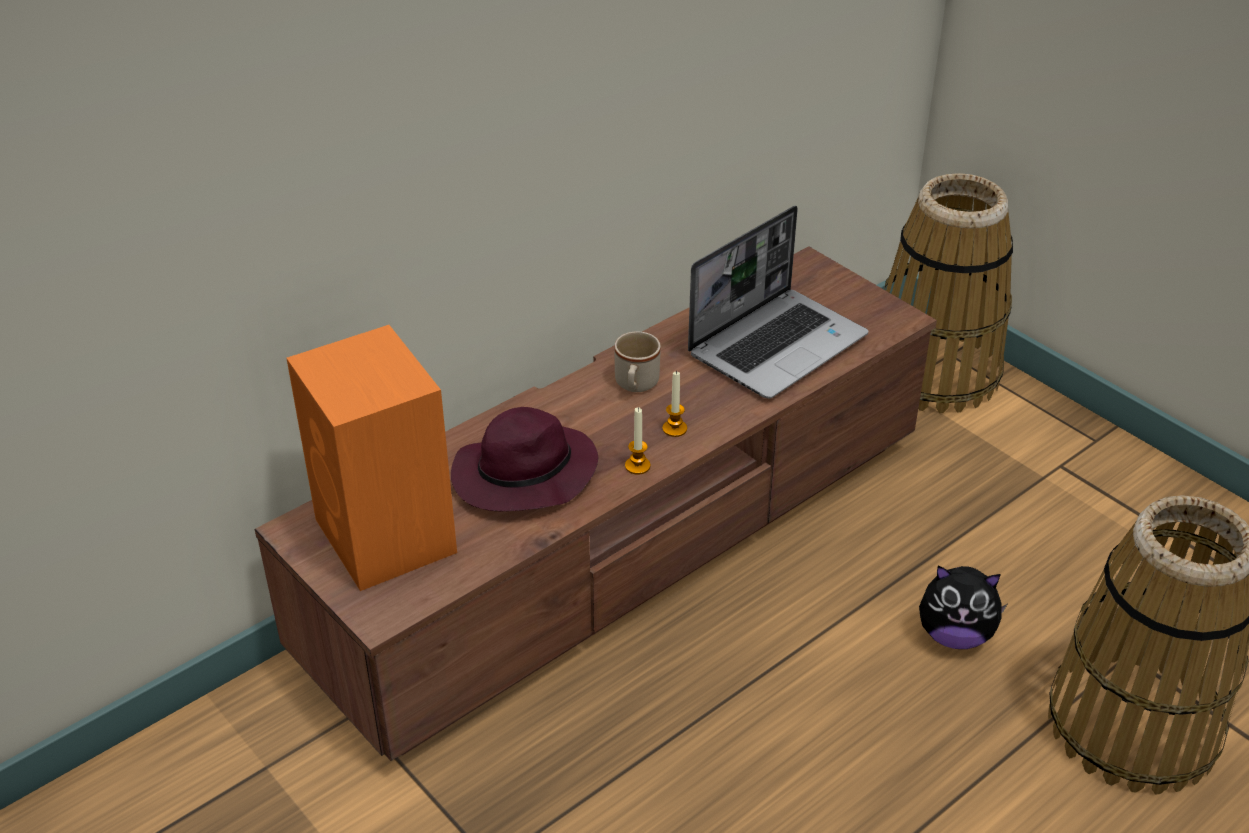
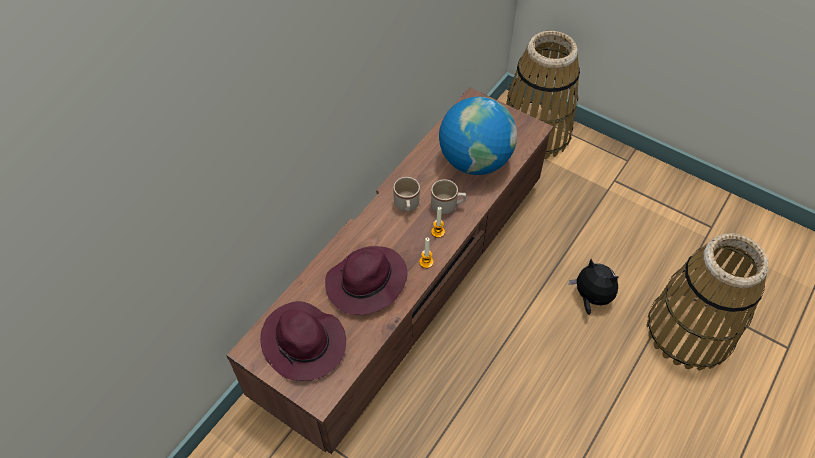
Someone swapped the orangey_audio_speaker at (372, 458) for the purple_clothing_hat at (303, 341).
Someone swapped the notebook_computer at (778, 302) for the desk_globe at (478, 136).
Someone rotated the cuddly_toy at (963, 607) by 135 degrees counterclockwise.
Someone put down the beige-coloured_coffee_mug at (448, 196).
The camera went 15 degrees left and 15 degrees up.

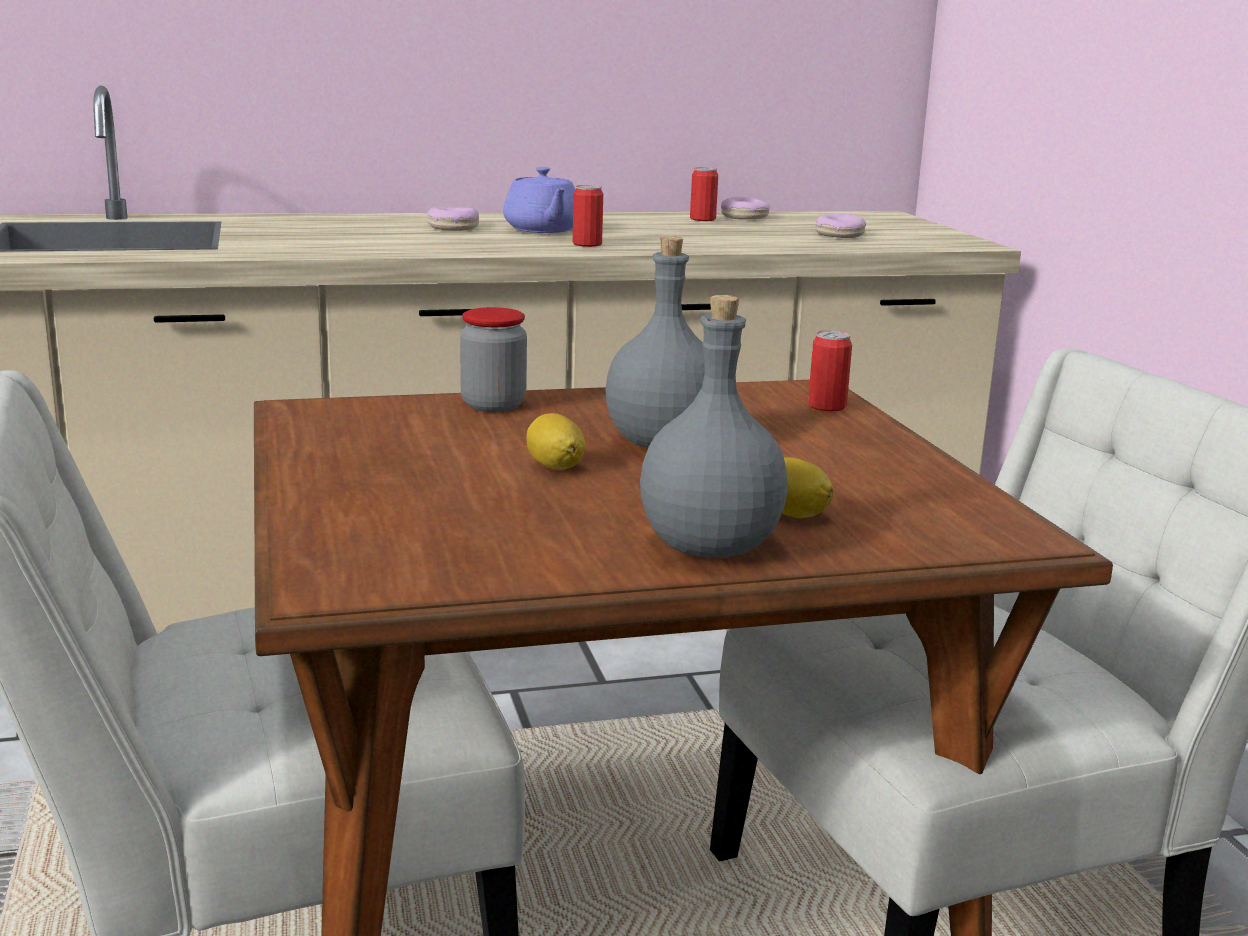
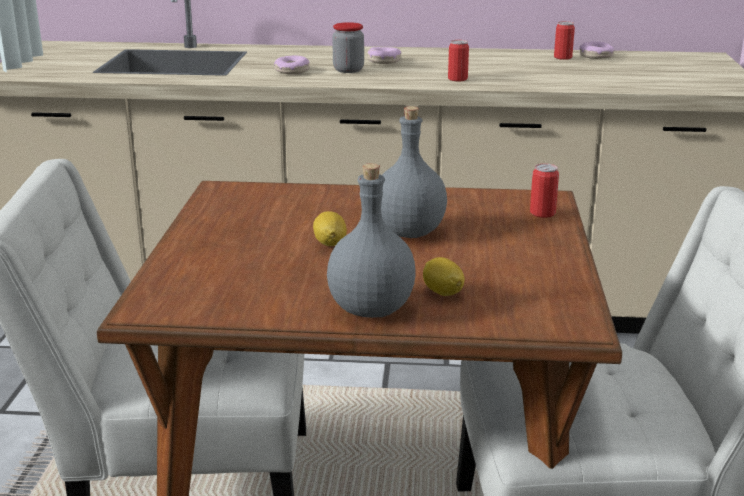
Someone carried the storage_jar from (493, 359) to (348, 47).
Someone took away the purple_tea_pot at (539, 200).
Someone carried the doughnut from (840, 226) to (292, 64).
The camera went 20 degrees right and 5 degrees up.

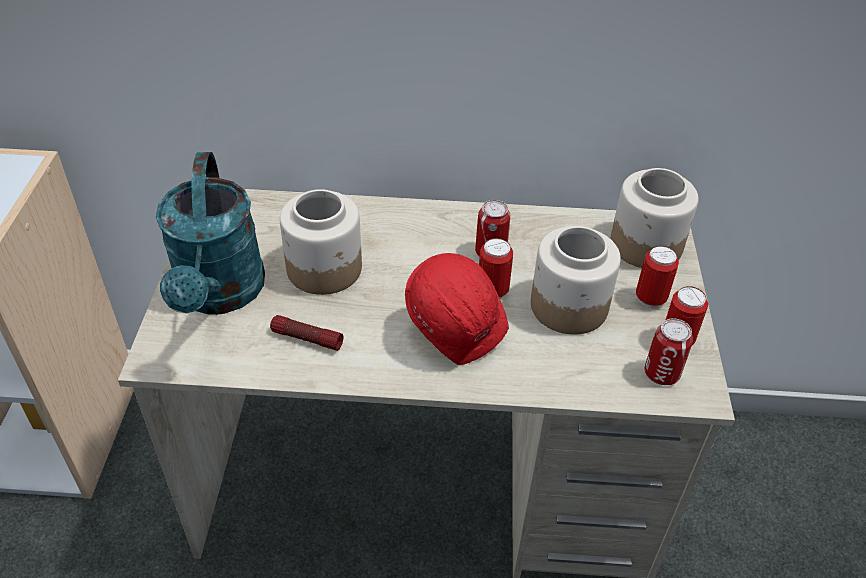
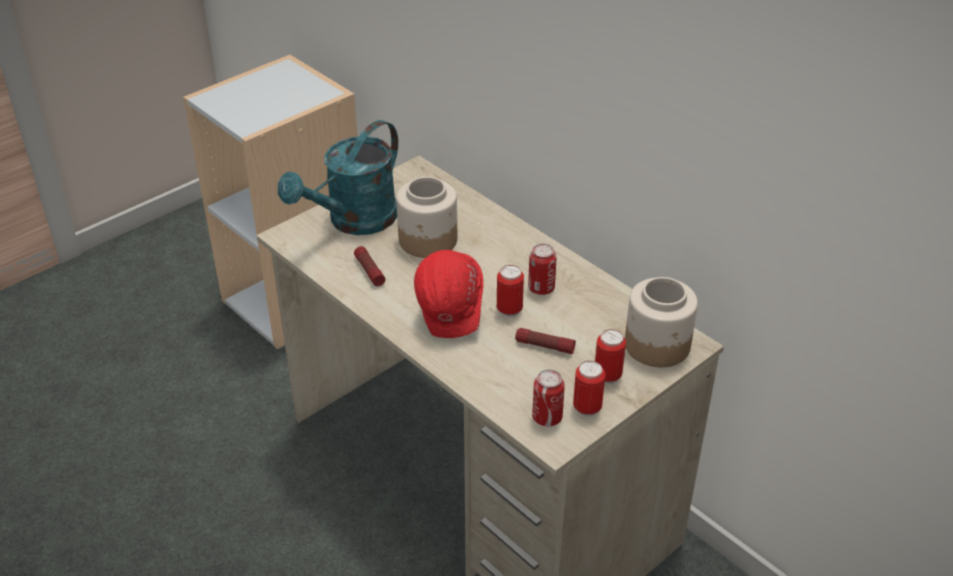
Someone swapped the storage_jar at (576, 280) for the hand_torch at (545, 341).
The camera went 45 degrees right and 5 degrees down.

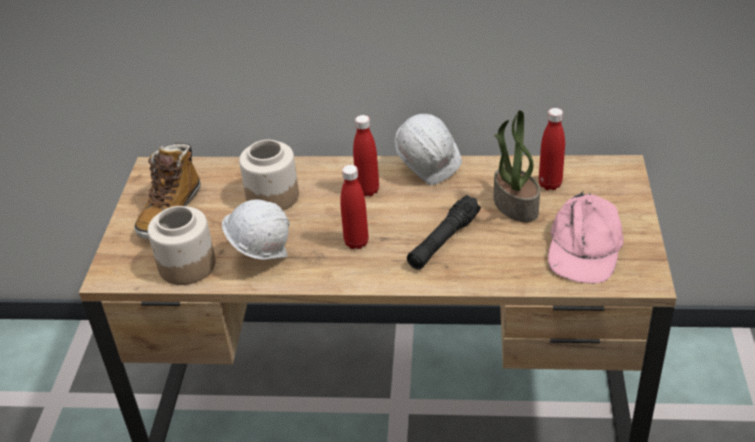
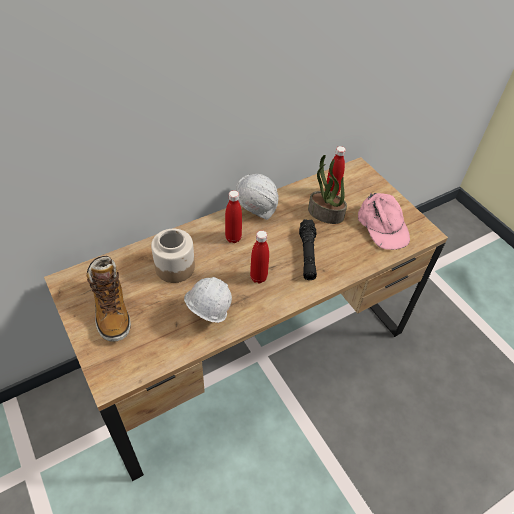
Someone took away the storage_jar at (182, 245).
The camera went 40 degrees left and 10 degrees up.

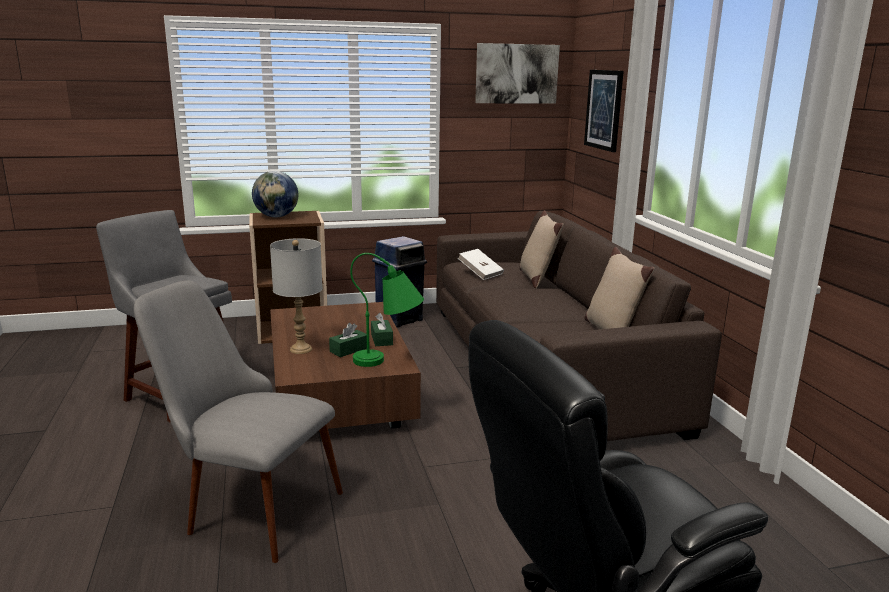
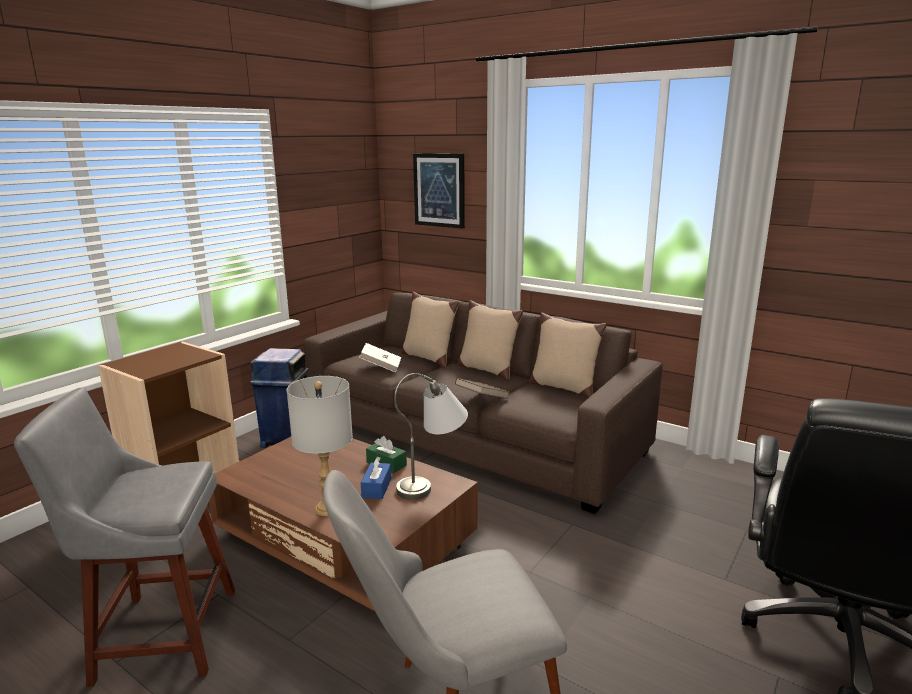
Someone took away the desk_globe at (275, 194).
Someone repainted the greenish_box_of_tissues at (348, 340), which became the blue_box_of_tissues at (376, 478).
Someone repainted the greenish_lamp_for_a_table at (387, 310), which became the greyish_lamp_for_a_table at (431, 436).
Someone took away the wall_picture at (517, 73).
Someone put down the brown-coloured_volume at (482, 388).
Someone put down the beige-coloured_pillow at (490, 340).
The camera went 40 degrees left and 0 degrees up.

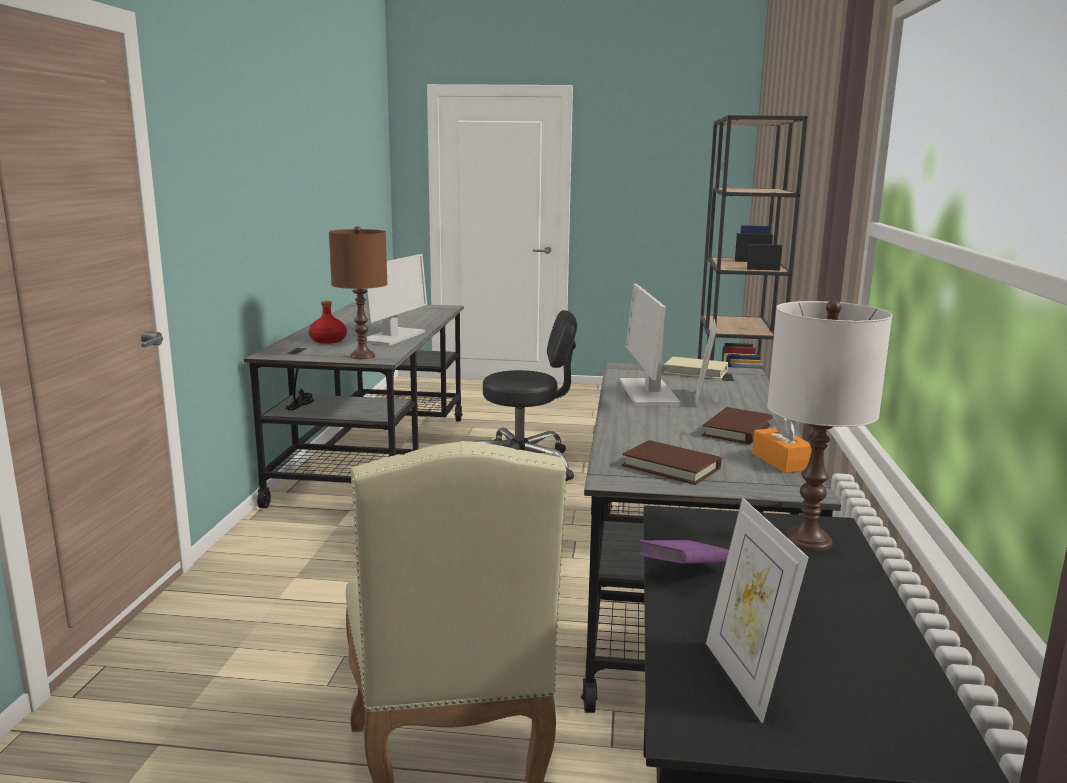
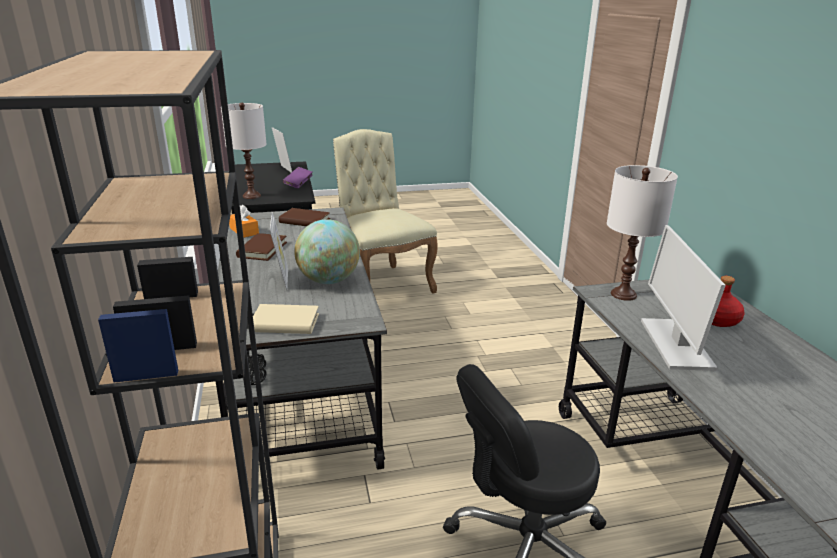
Someone repainted the brown-coloured_lamp_for_a_table at (358, 292), which became the white-coloured_lamp_for_a_table at (642, 233).
Someone swapped the monitor at (650, 345) for the desk_globe at (327, 251).
The camera went 160 degrees right and 10 degrees up.

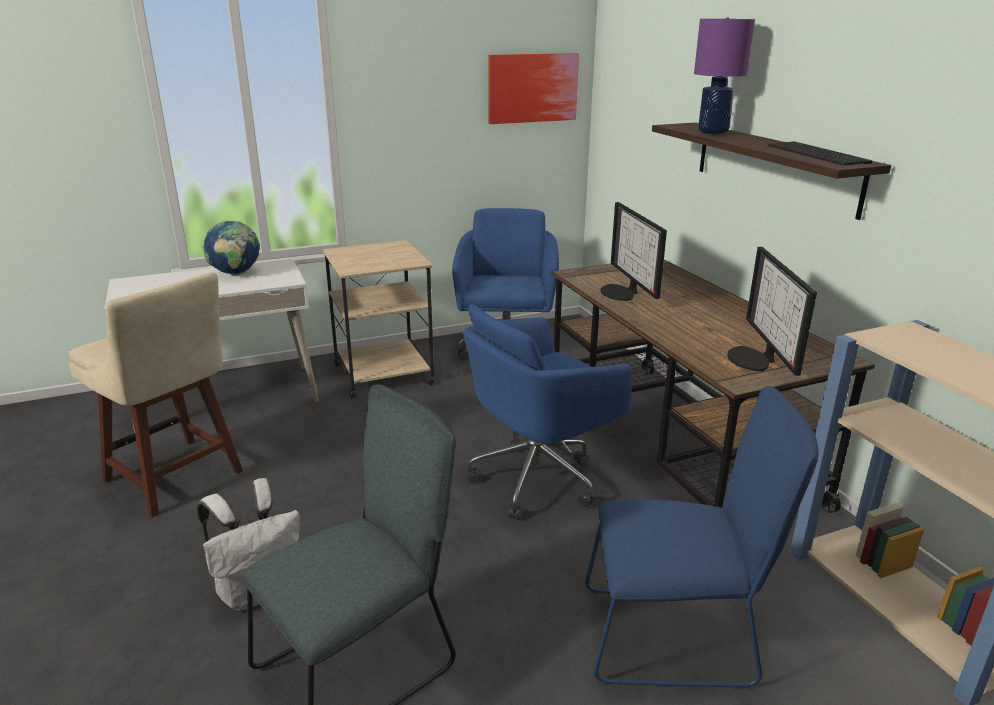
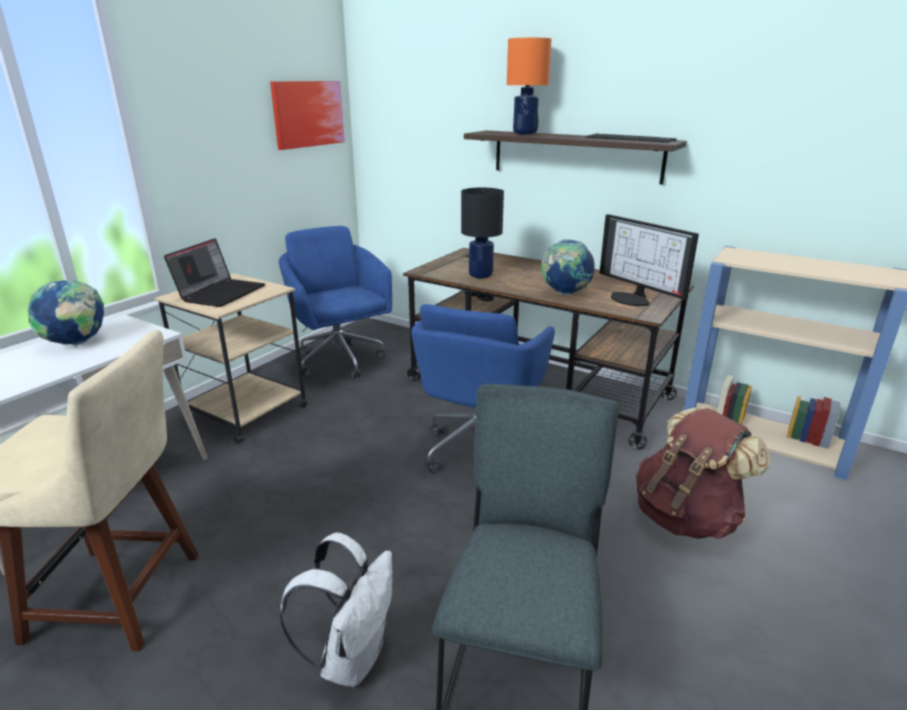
Someone swapped the blue_chair at (702, 537) for the brown-coloured_rucksack at (703, 473).
Someone swapped the monitor at (633, 251) for the black-coloured_lamp_for_a_table at (482, 233).
Someone repainted the purple_lamp_for_a_table at (724, 75), which became the orangey_lamp_for_a_table at (529, 86).
Someone put down the notebook_computer at (214, 272).
Someone put down the desk_globe at (568, 267).
The camera went 35 degrees left and 0 degrees up.

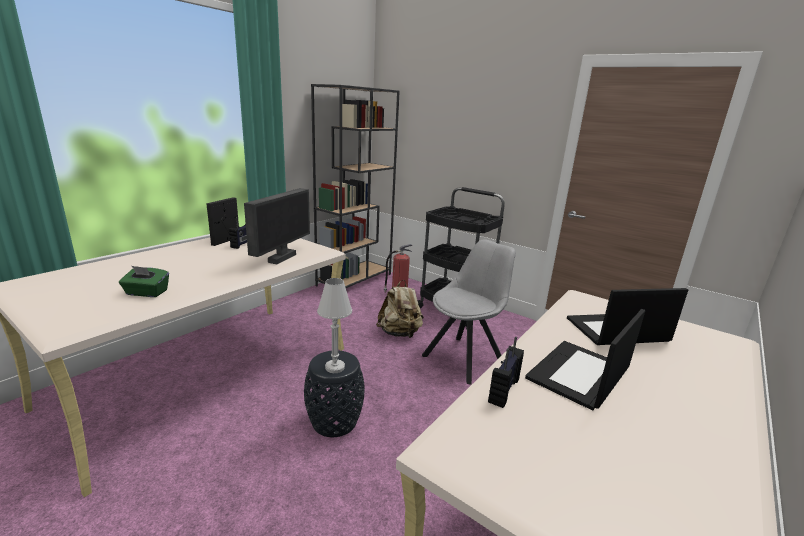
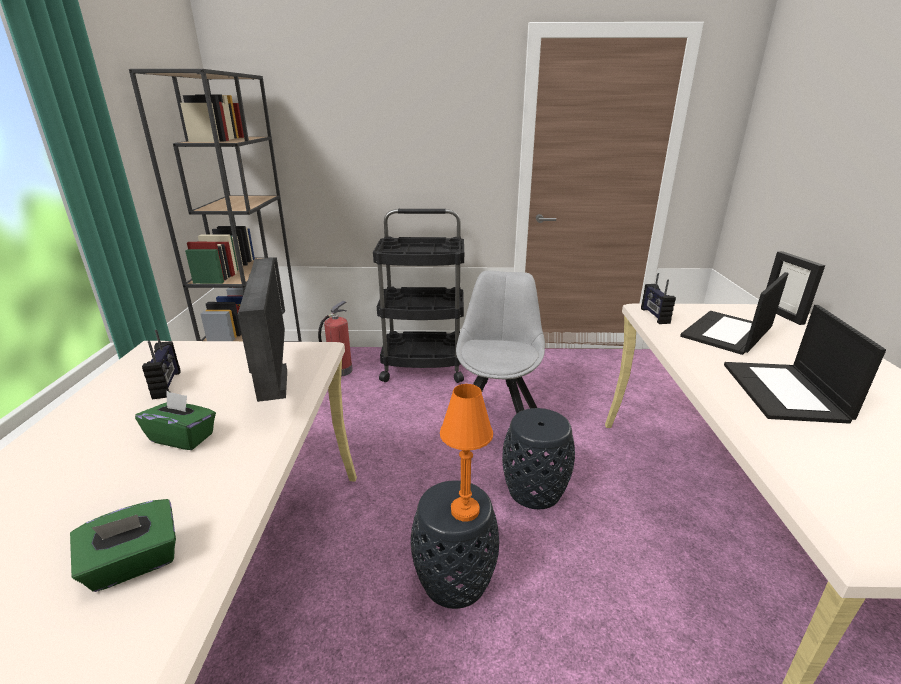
Someone carried the standing_frame from (222, 221) to (795, 288).
Someone repainted the white-coloured_lamp_for_a_table at (334, 325), which became the orangey_lamp_for_a_table at (466, 453).
Someone took away the beige-coloured_rucksack at (400, 309).
Someone carried the radio from (506, 372) to (658, 298).
Someone put down the greenish_box_of_tissues at (175, 420).
Someone put down the black-coloured_stool at (538, 458).
The camera went 35 degrees left and 5 degrees up.

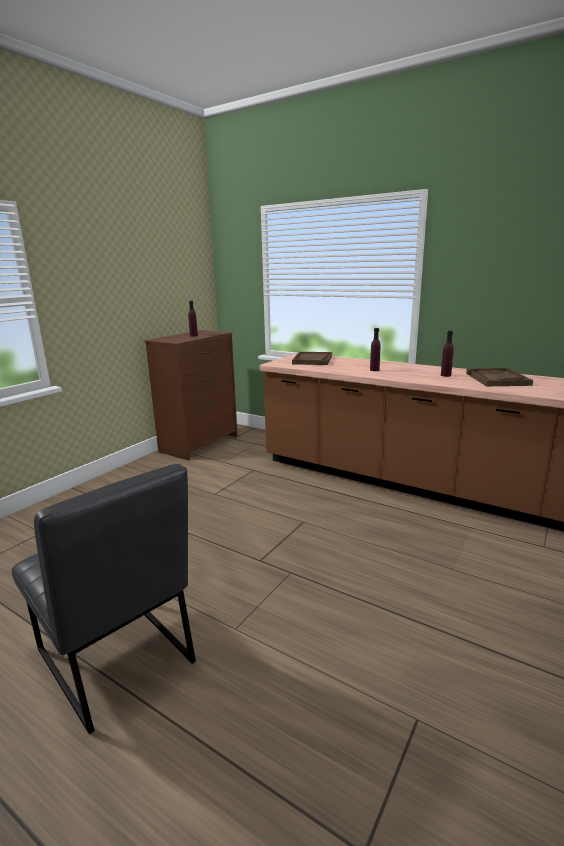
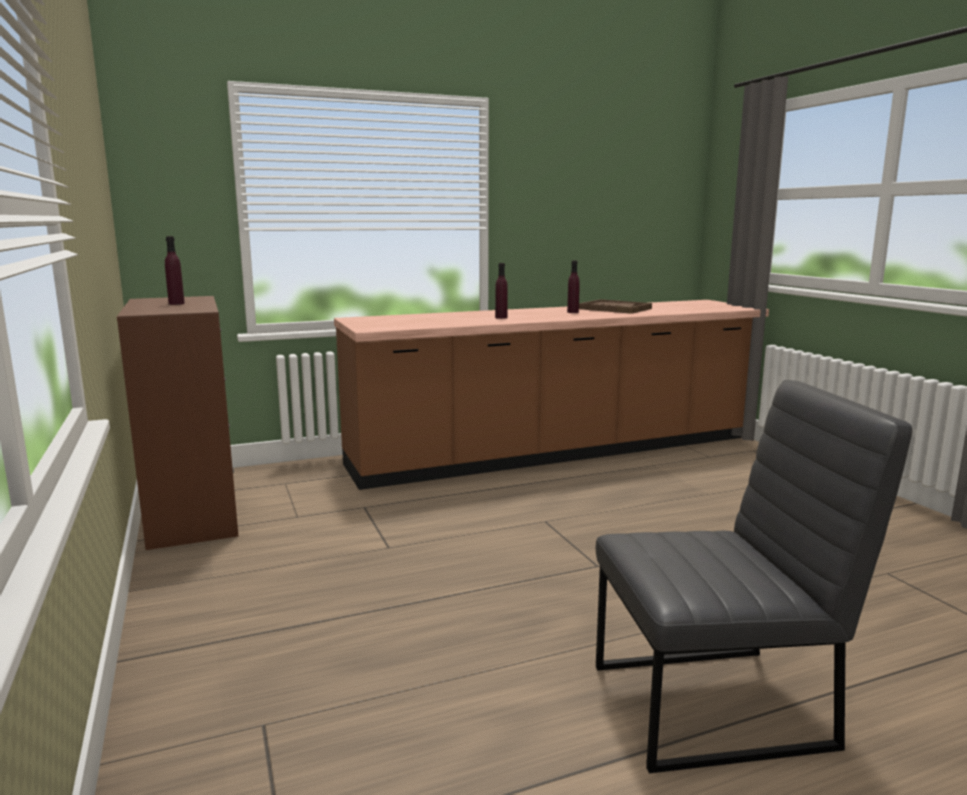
Someone took away the brown-coloured_serving_tray at (312, 358).
The camera went 55 degrees left and 5 degrees down.

